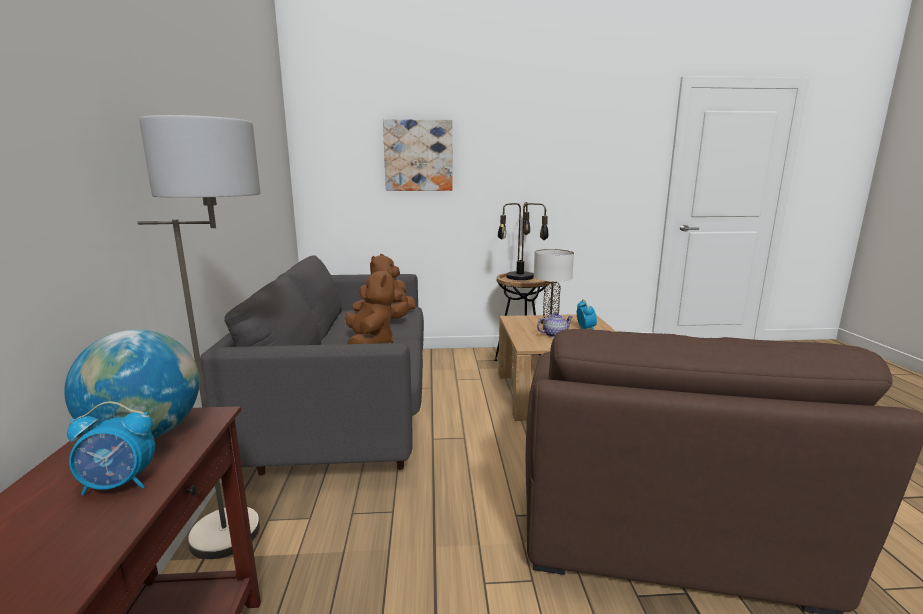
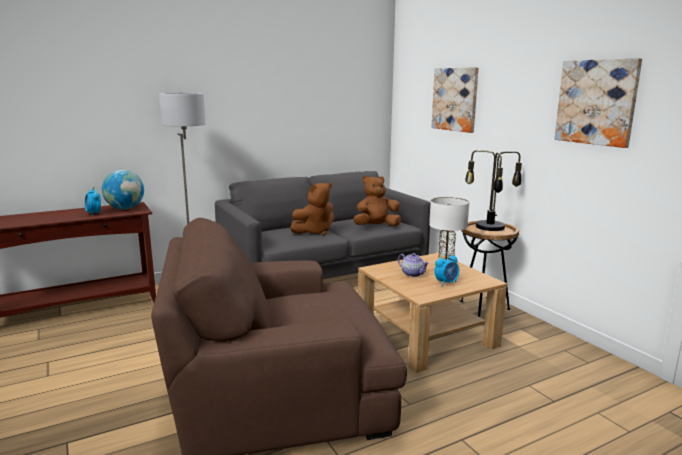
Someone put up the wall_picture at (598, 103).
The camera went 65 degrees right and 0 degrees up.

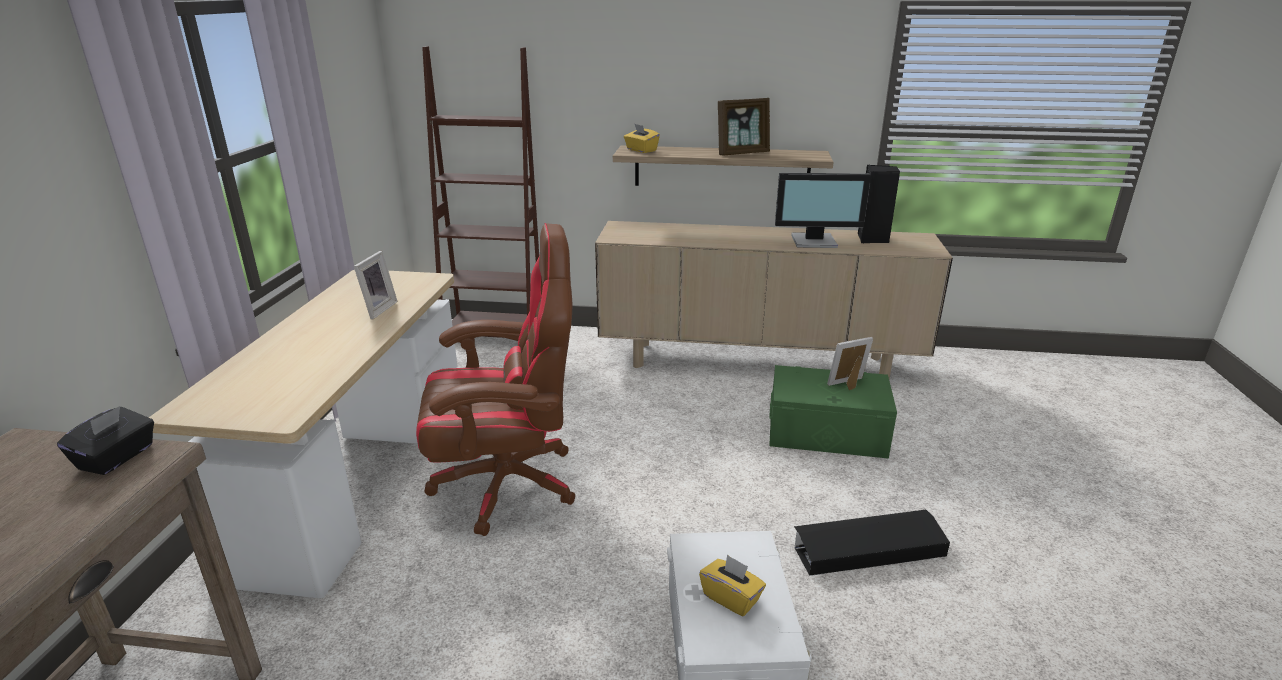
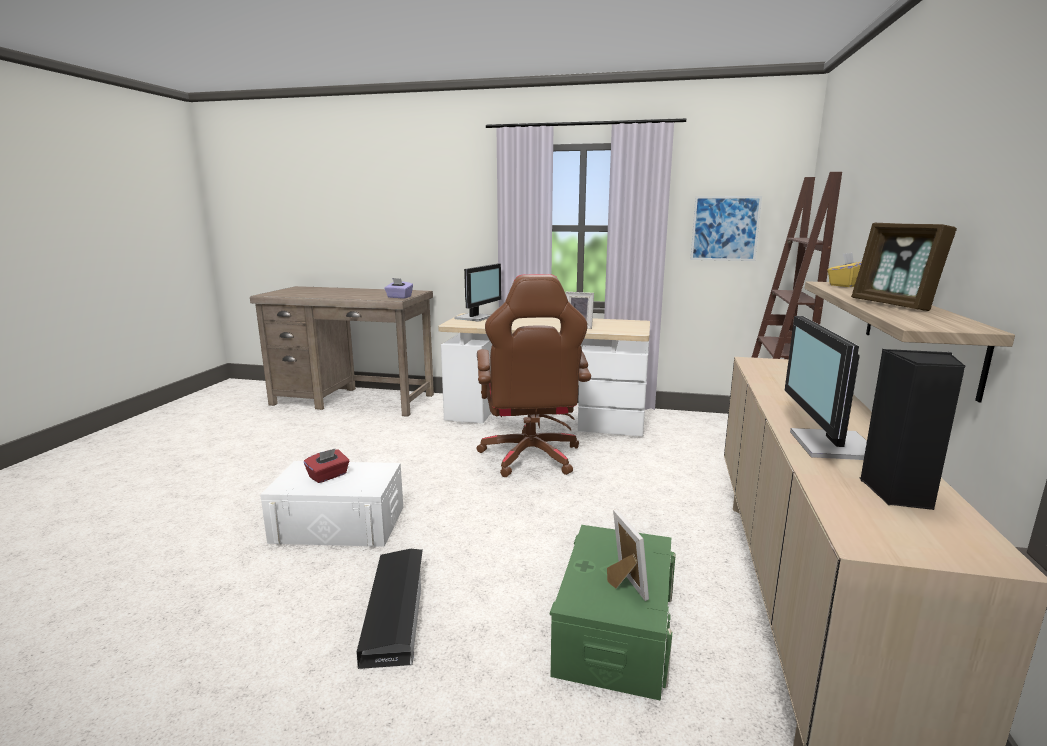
Someone repainted the black-coloured_box_of_tissues at (105, 440), which became the purple_box_of_tissues at (398, 288).
Someone repainted the yellowish_box_of_tissues at (732, 585), which became the red_box_of_tissues at (326, 466).
Someone put down the monitor at (477, 293).
Someone put up the wall_picture at (726, 228).
The camera went 95 degrees right and 10 degrees down.

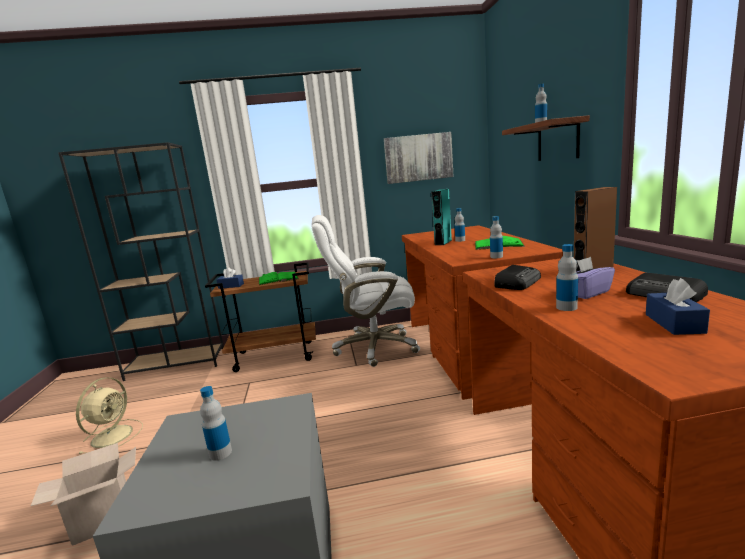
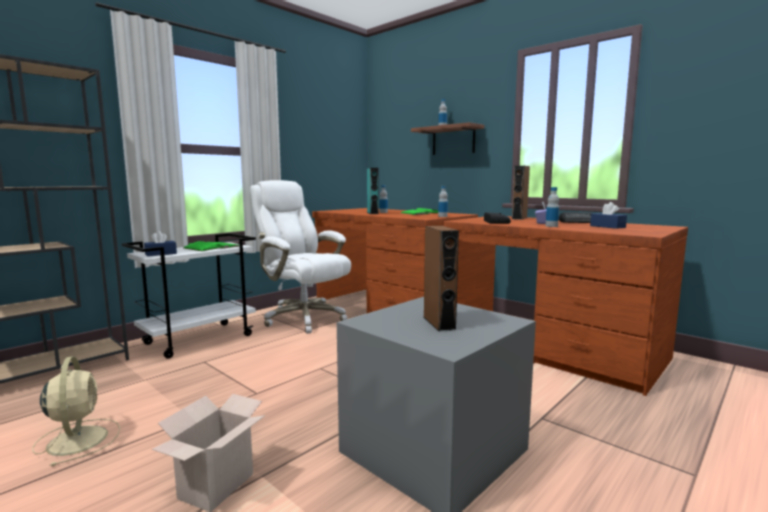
Someone swapped the beverage_bottle at (216, 423) for the brown-coloured_audio_speaker at (441, 278).
Someone repainted the brown-coloured_trolley at (260, 317), which became the white-coloured_trolley at (189, 296).
Someone rotated the white-coloured_computer_chair at (366, 291) by 90 degrees clockwise.
Someone took away the wall_picture at (419, 158).
The camera went 40 degrees left and 5 degrees down.

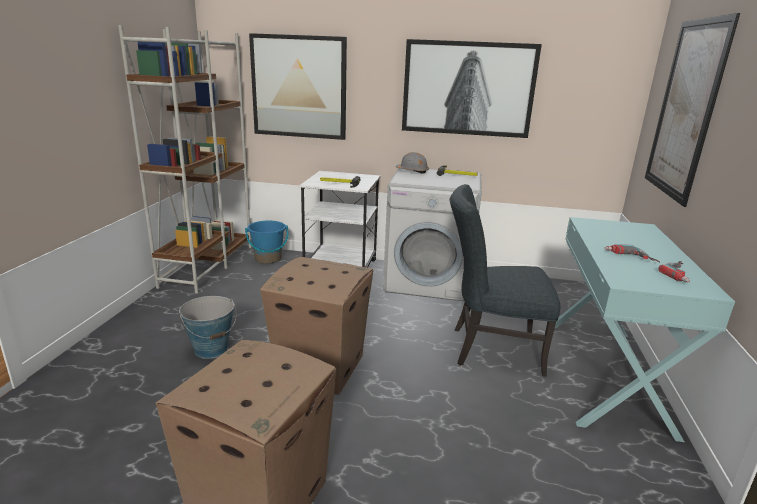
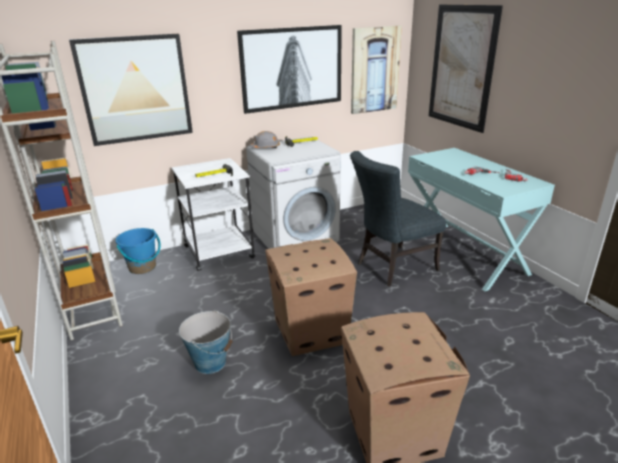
Someone put up the wall_picture at (376, 70).
The camera went 35 degrees left and 5 degrees up.

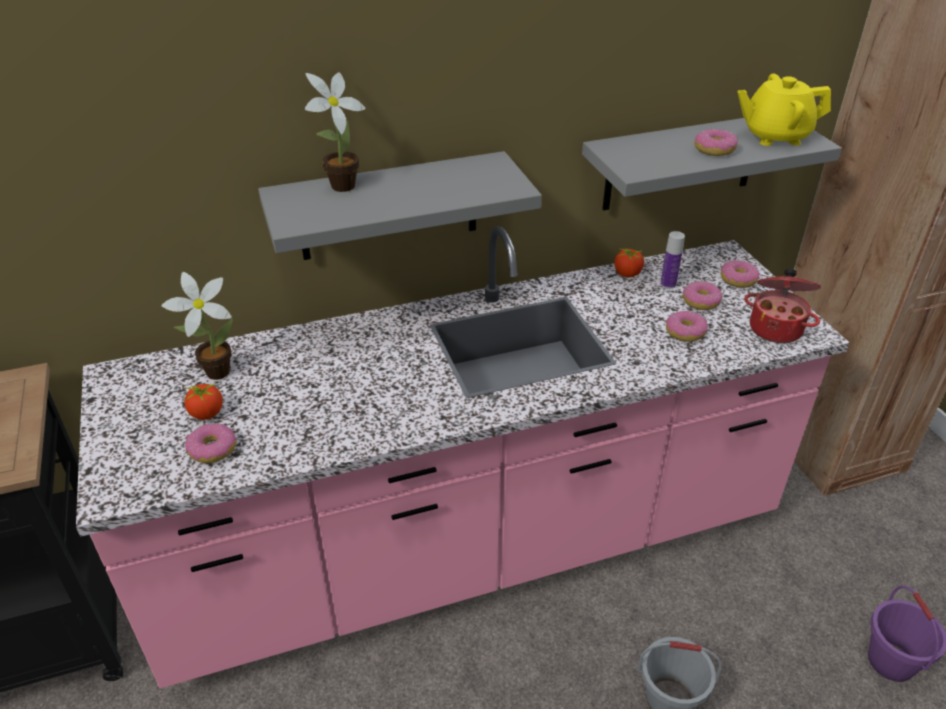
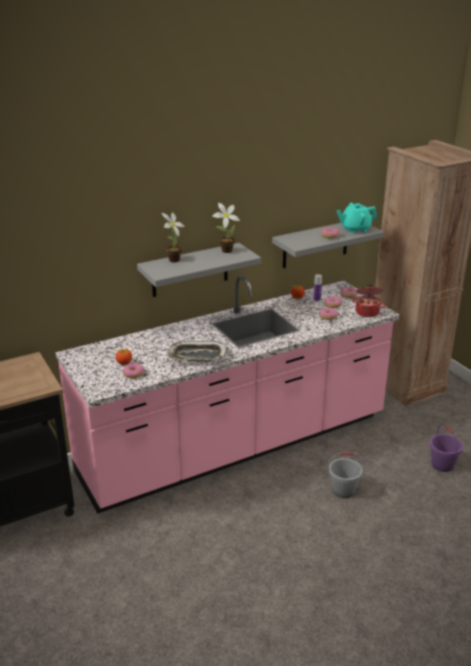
Someone carried the plant_in_a_pot from (197, 326) to (226, 228).
Someone repainted the yellowish_tea_pot at (784, 110), which became the turquoise-coloured_tea_pot at (357, 218).
Someone put down the serving_tray at (197, 351).
The camera went 10 degrees left and 10 degrees down.

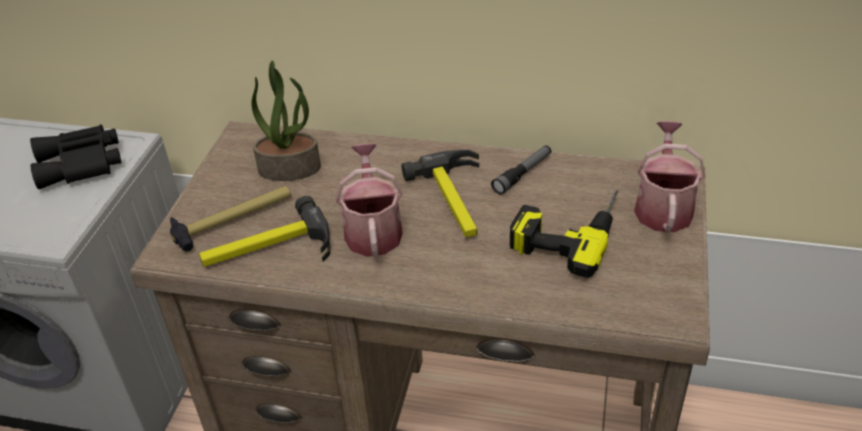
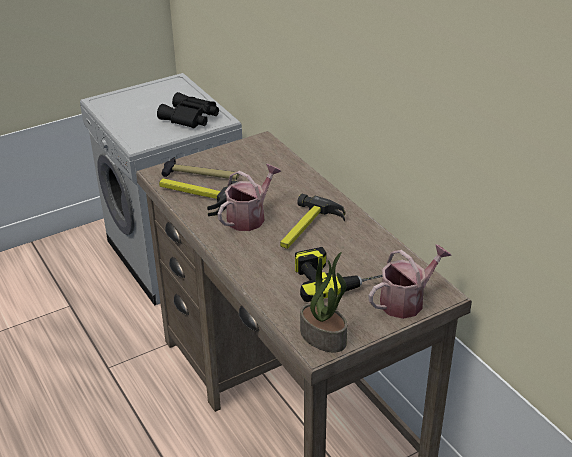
Someone carried the plant_in_a_pot from (286, 120) to (323, 302).
Someone took away the hand_torch at (521, 169).
The camera went 45 degrees right and 5 degrees down.

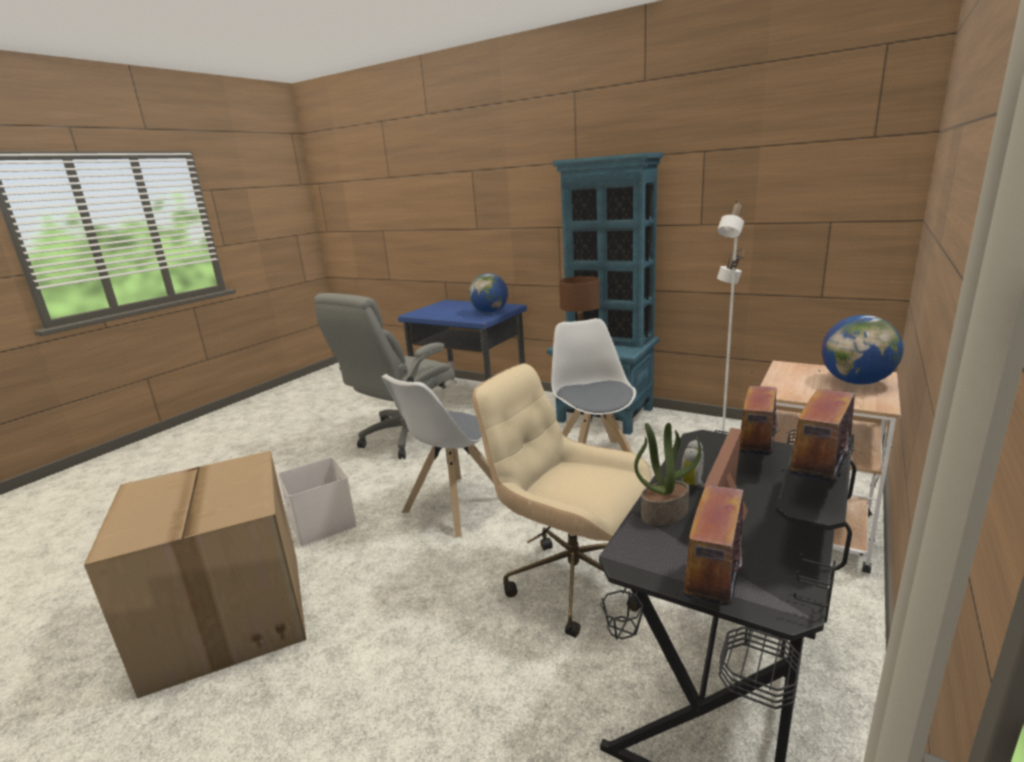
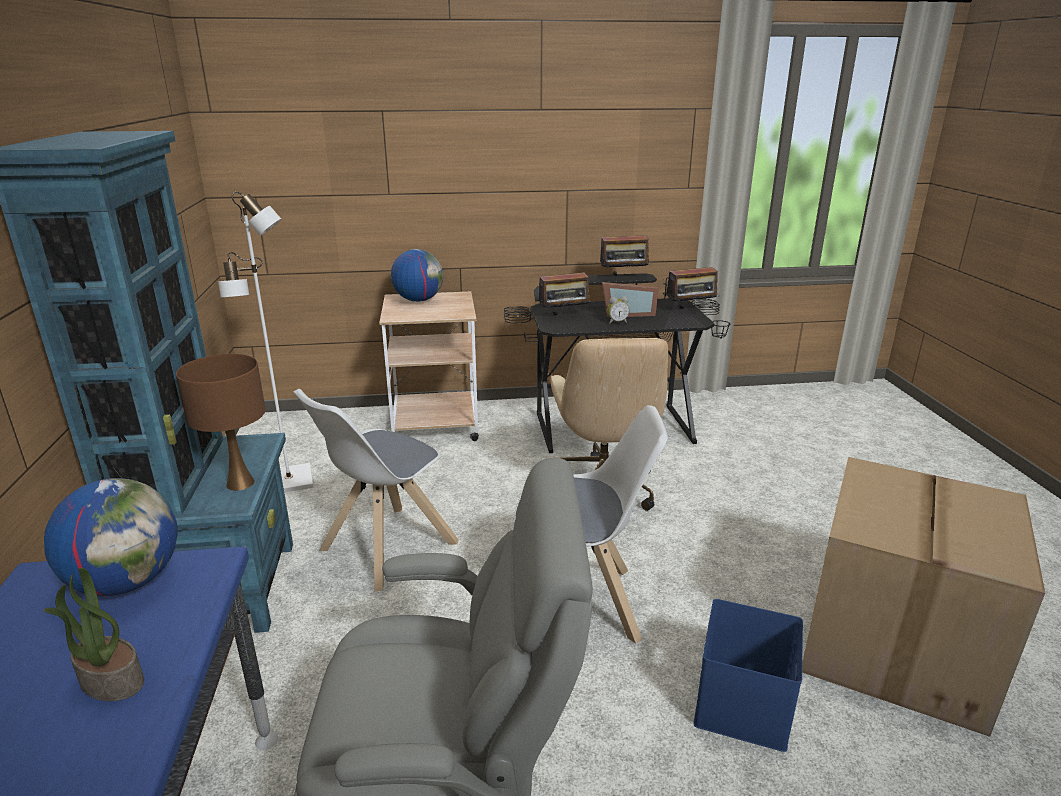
Someone repainted the white-coloured_storage_container at (317, 502), which became the blue_storage_container at (748, 675).
Someone carried the plant_in_a_pot from (667, 474) to (94, 634).
The camera went 130 degrees left and 5 degrees up.

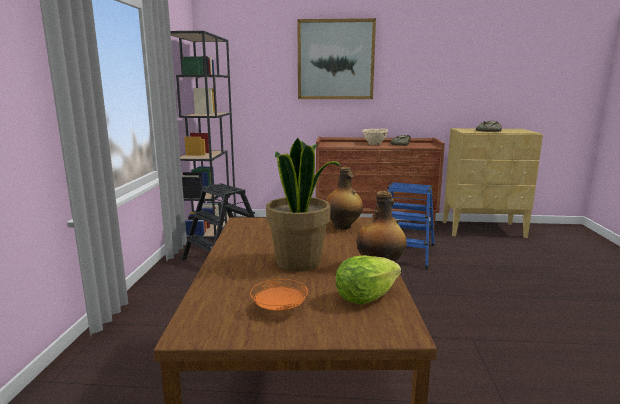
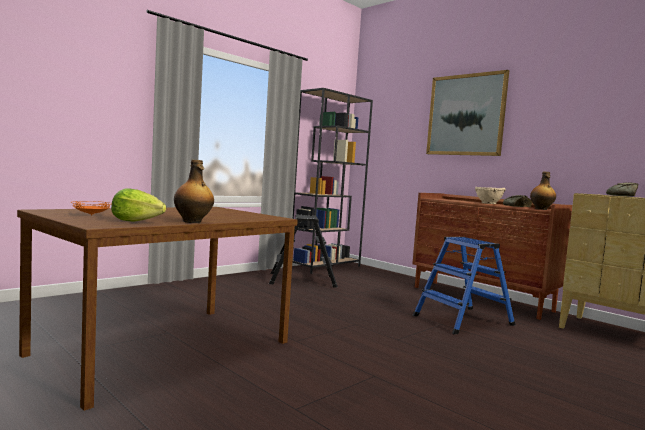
Someone took away the plant_in_a_pot at (303, 205).
Someone carried the beverage_bottle from (344, 198) to (543, 190).
The camera went 40 degrees right and 10 degrees down.

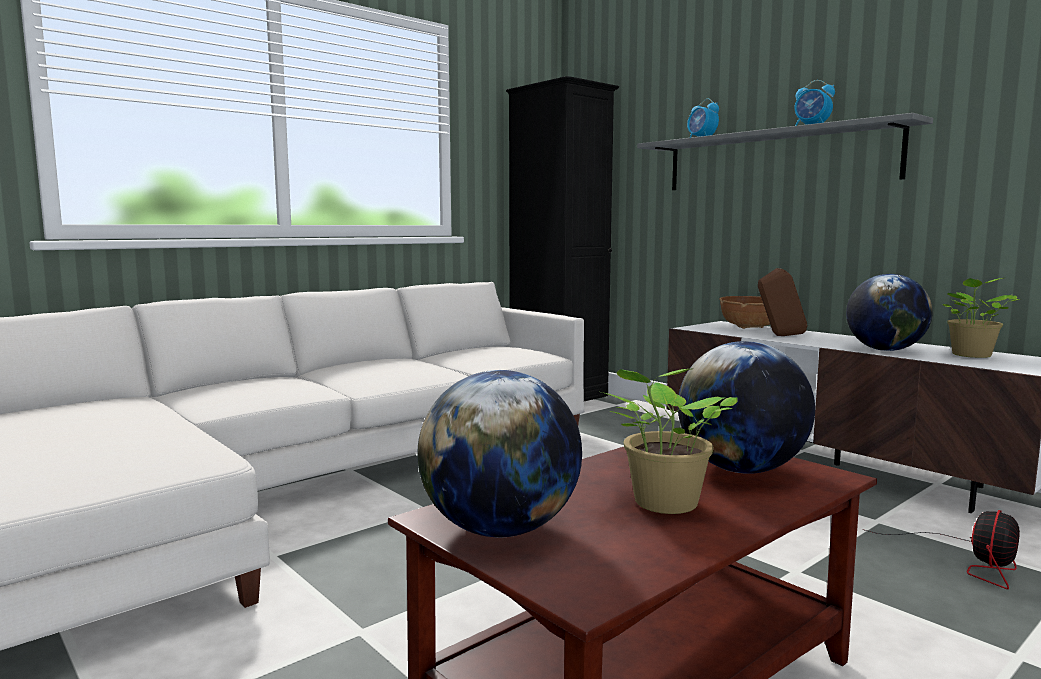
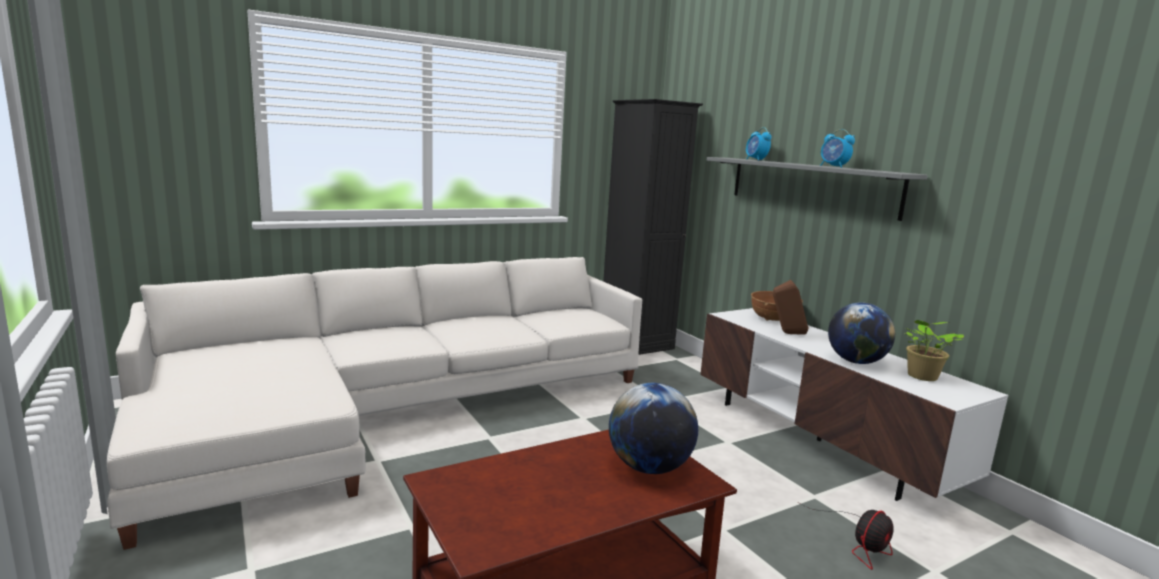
Someone took away the desk_globe at (499, 453).
Someone took away the plant_in_a_pot at (669, 441).
The camera went 10 degrees right and 5 degrees up.

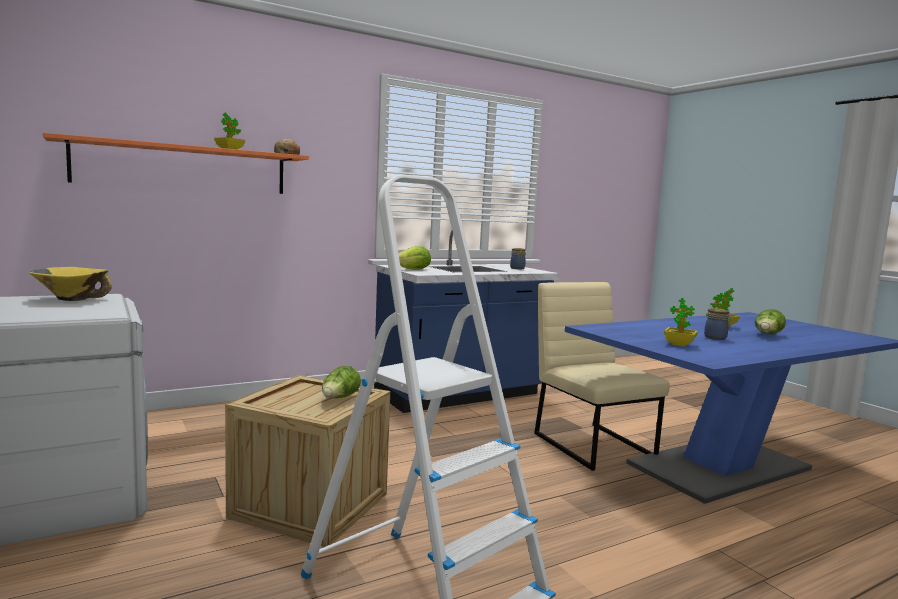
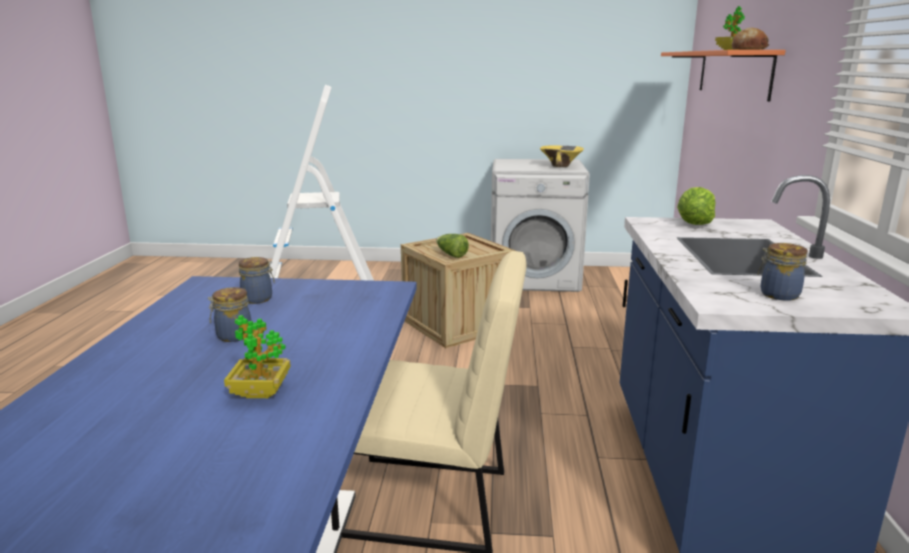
Someone swapped the plant_in_a_pot at (681, 322) for the storage_jar at (257, 280).
Someone took away the lettuce at (770, 321).
The camera went 125 degrees right and 10 degrees up.

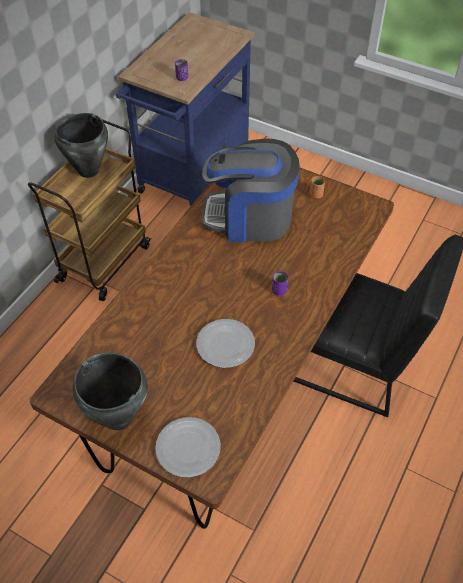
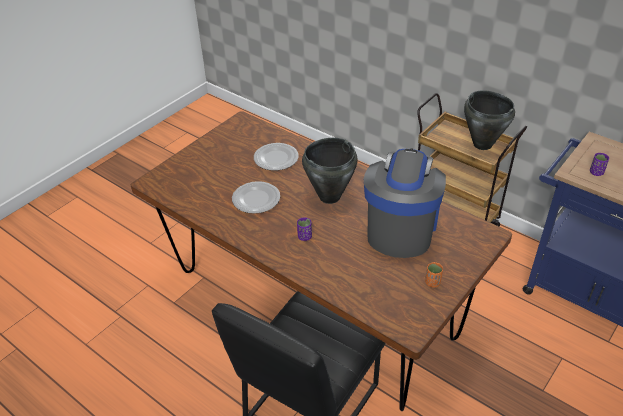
Someone carried the black-coloured_stockpot from (110, 391) to (330, 171).
Someone carried the plate from (188, 447) to (276, 157).
The camera went 100 degrees right and 10 degrees down.

